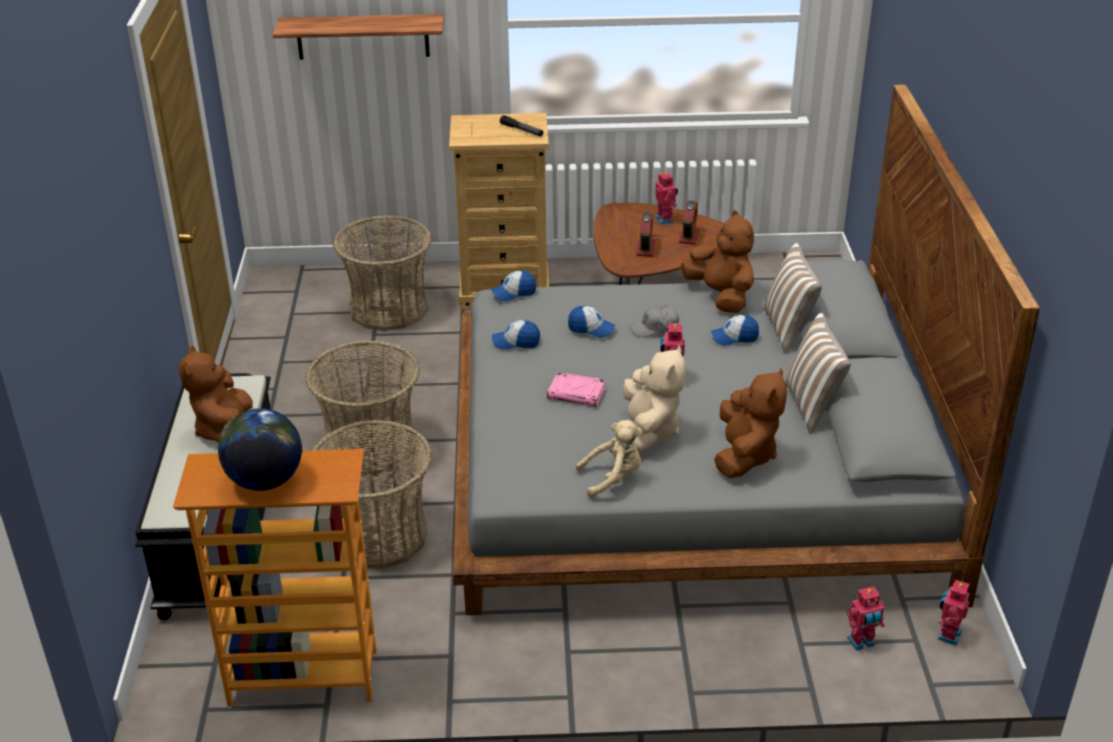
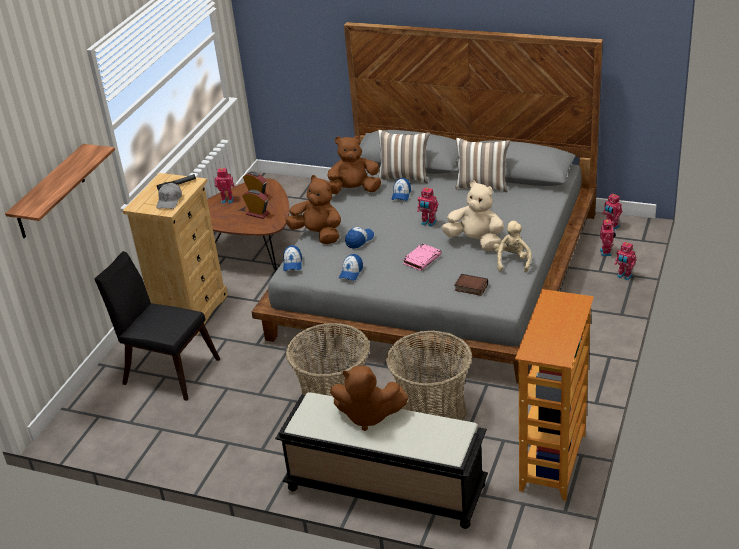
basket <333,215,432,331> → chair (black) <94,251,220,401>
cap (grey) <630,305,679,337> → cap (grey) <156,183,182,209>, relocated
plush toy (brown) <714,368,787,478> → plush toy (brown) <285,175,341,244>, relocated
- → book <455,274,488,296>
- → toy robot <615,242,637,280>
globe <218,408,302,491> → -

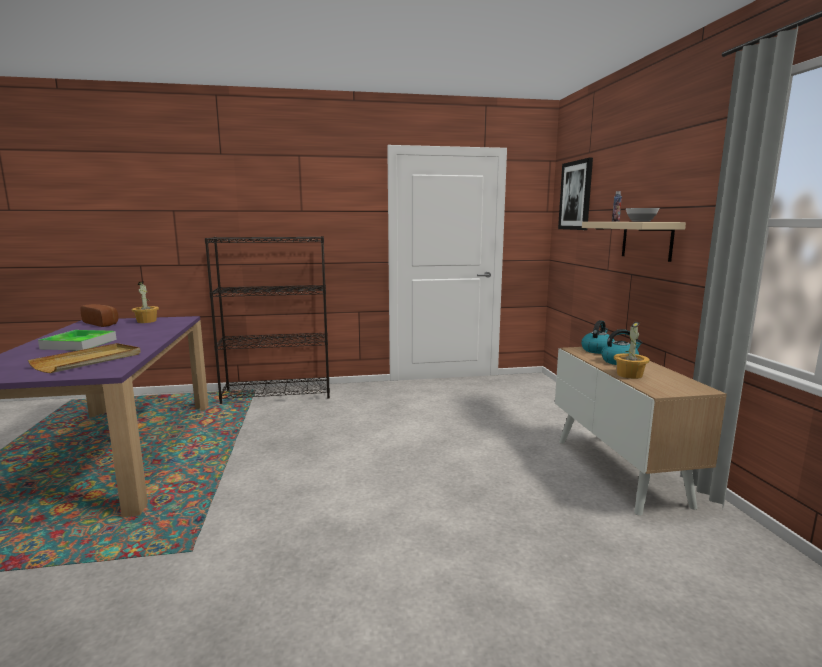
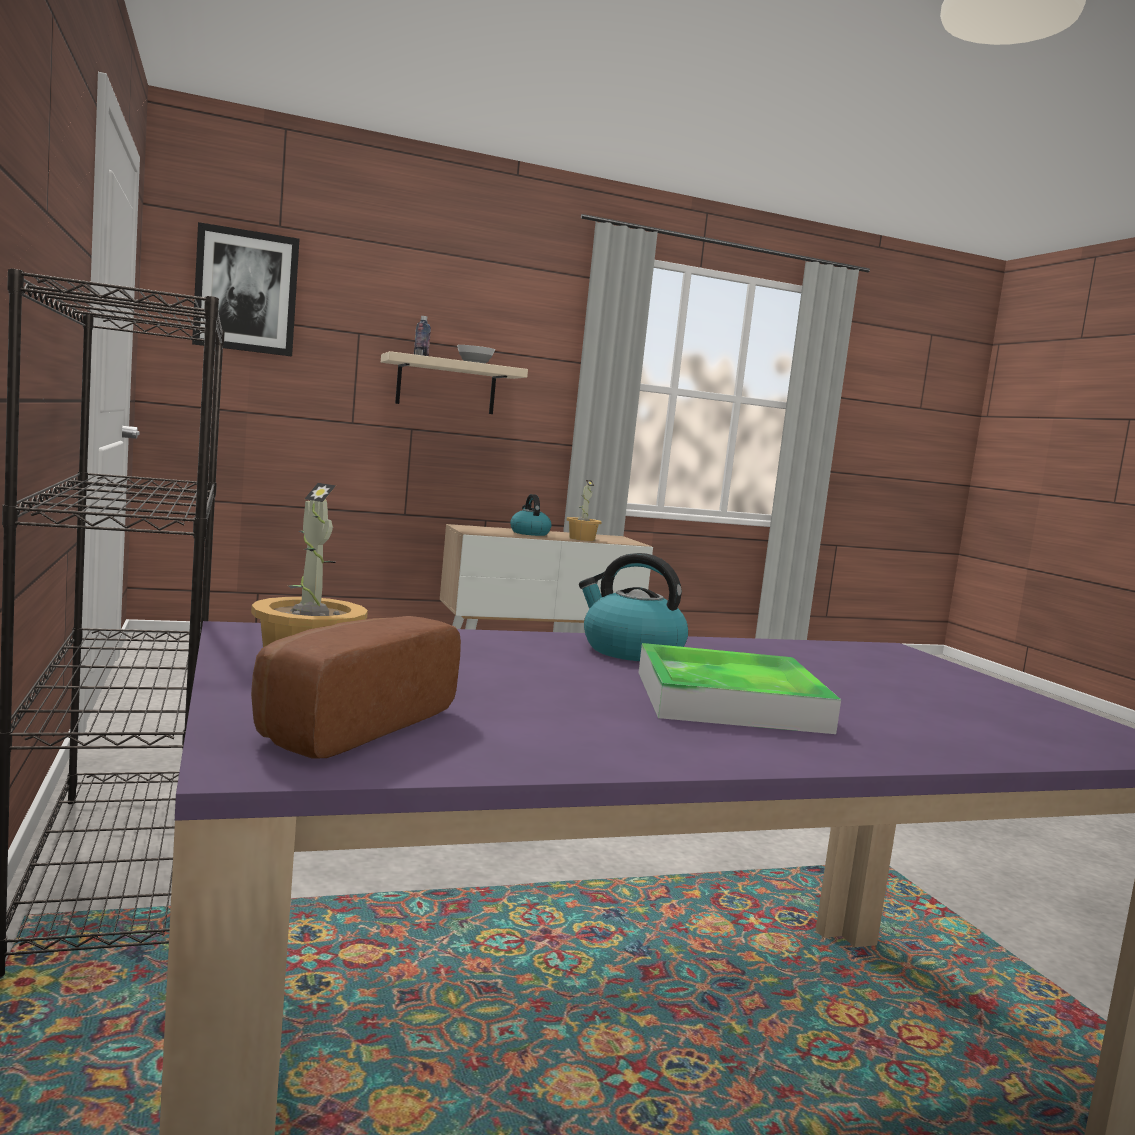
kettle <581,320,615,354> → kettle <579,553,688,661>, relocated
tray (beige) <28,343,141,373> → -

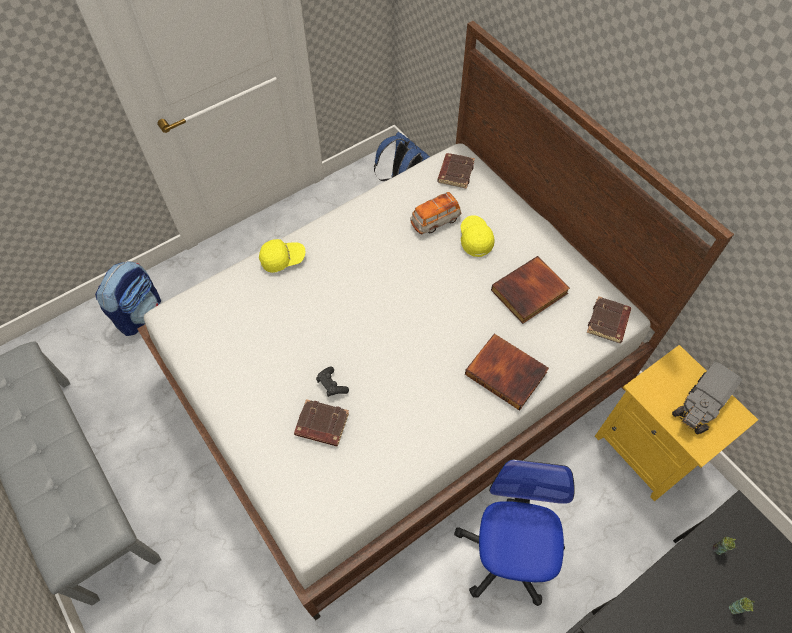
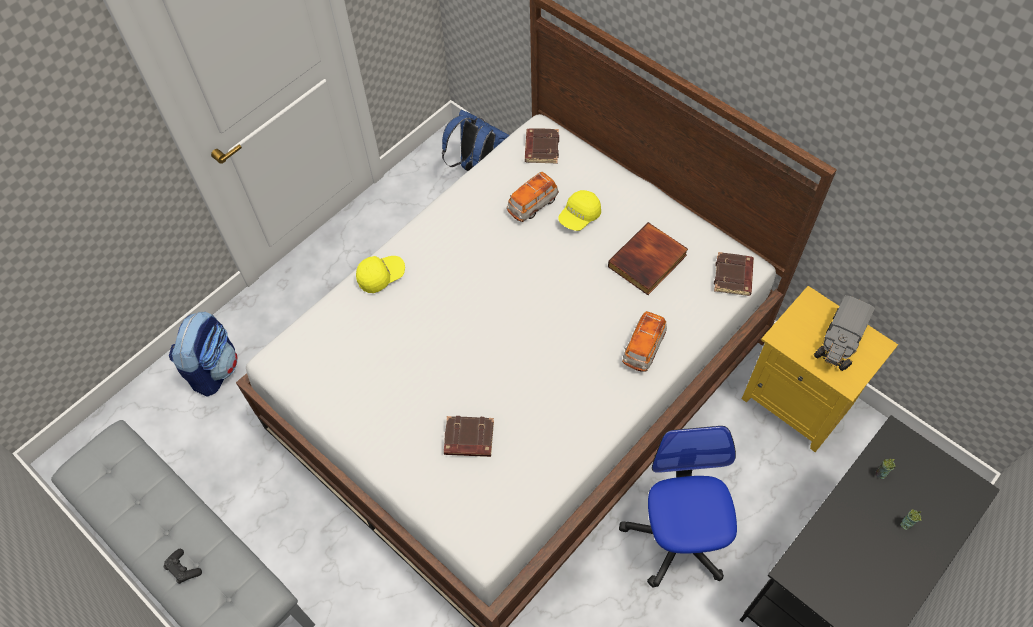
game controller (black) <316,366,349,397> → game controller (black) <163,549,202,584>, relocated
cap (yellow) <461,215,494,257> → cap (yellow) <558,190,601,231>, 120 degrees counterclockwise
book <465,334,549,411> → toy car <622,311,667,372>

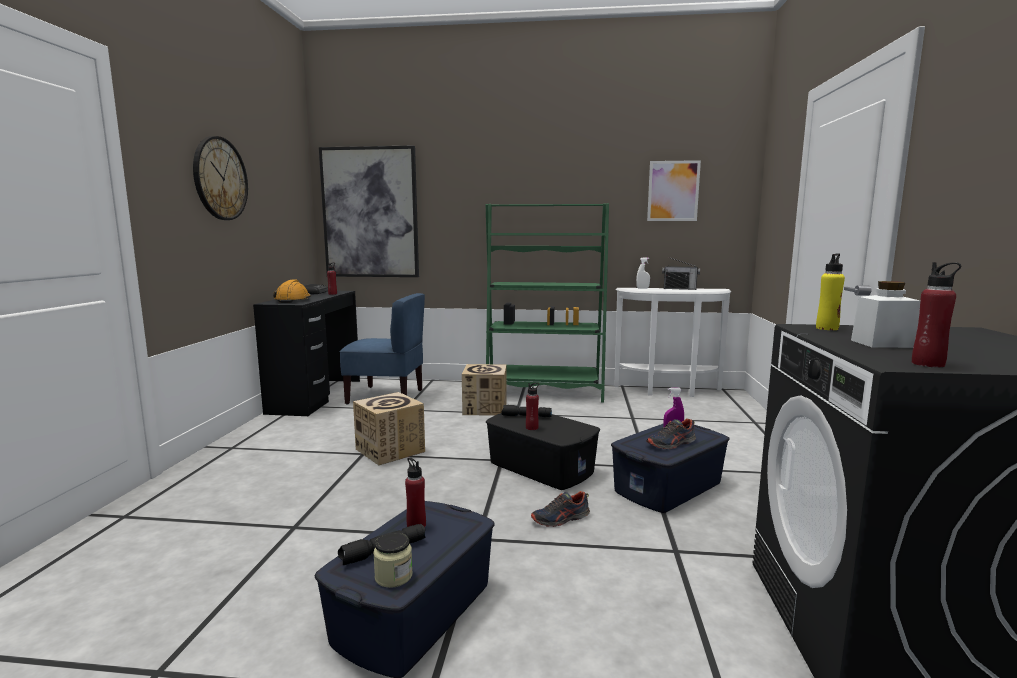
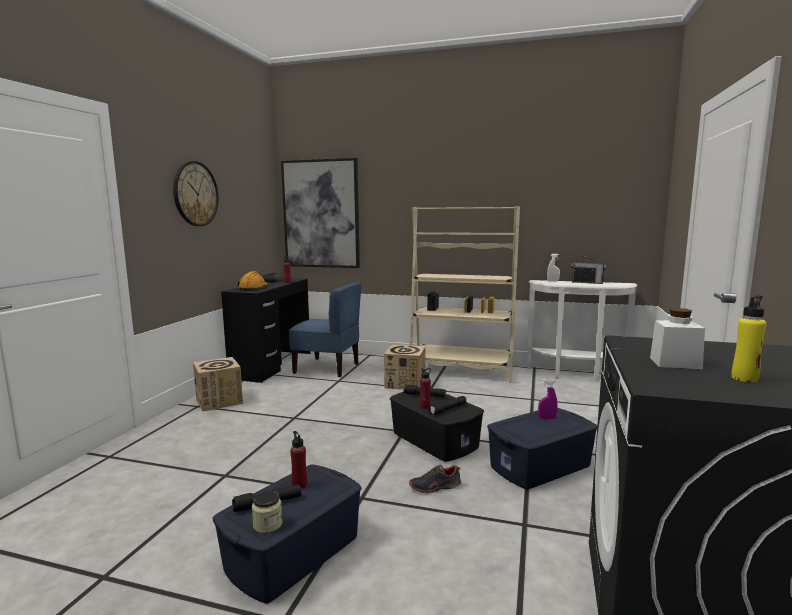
cardboard box <353,392,425,465> → cardboard box <193,357,243,411>, relocated
bookcase (green) <486,203,609,403> → bookcase (beige) <410,206,520,383>
- → flashlight (black) <428,396,466,415>
bottle (yellow) <816,253,845,330> → bottle (yellow) <732,295,766,382>, relocated
shoe <646,418,696,449> → -
picture <647,160,701,221> → -
bottle (red) <912,262,961,367> → -

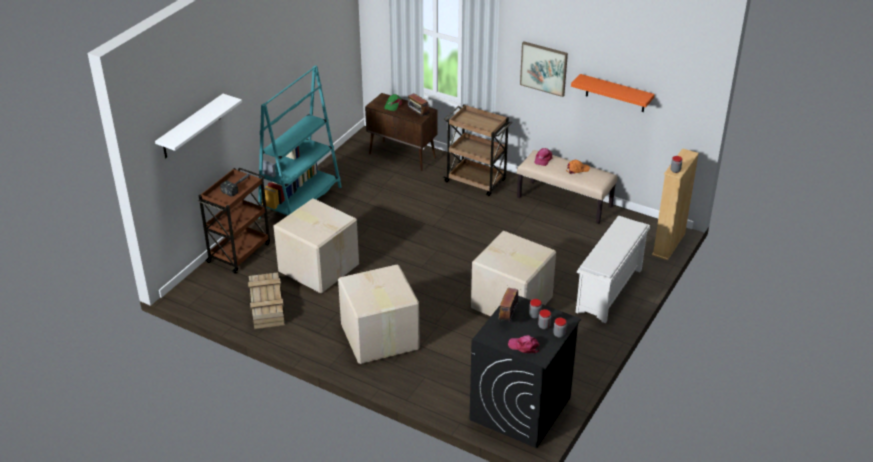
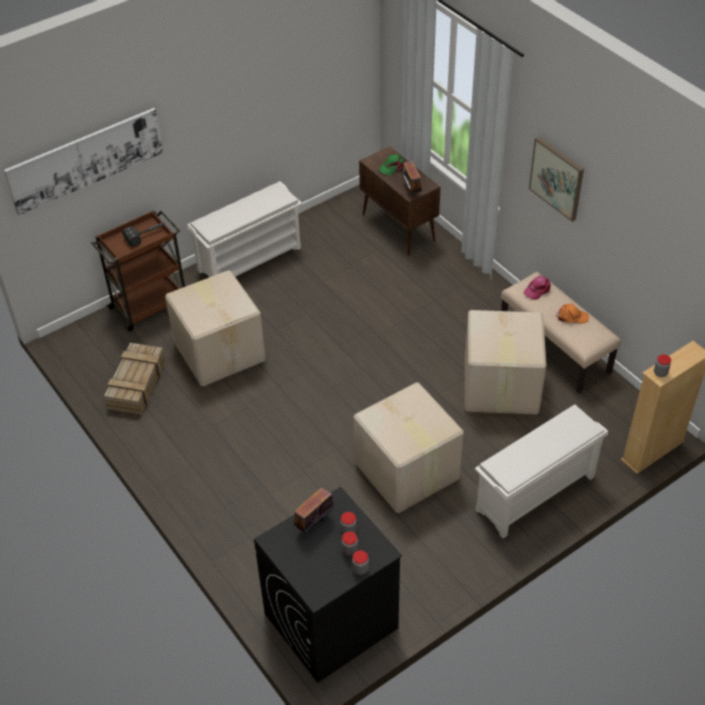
shelf (white) <155,94,242,158> → picture <4,108,163,216>
bookcase (turquoise) <258,65,342,219> → shoe rack (white) <187,181,302,277>
cardboard box <338,264,420,364> → cardboard box <464,310,546,414>, relocated
cart (brown) <443,104,512,196> → -
cap (pink) <508,335,540,353> → -
shelf (orange) <571,74,655,112> → -

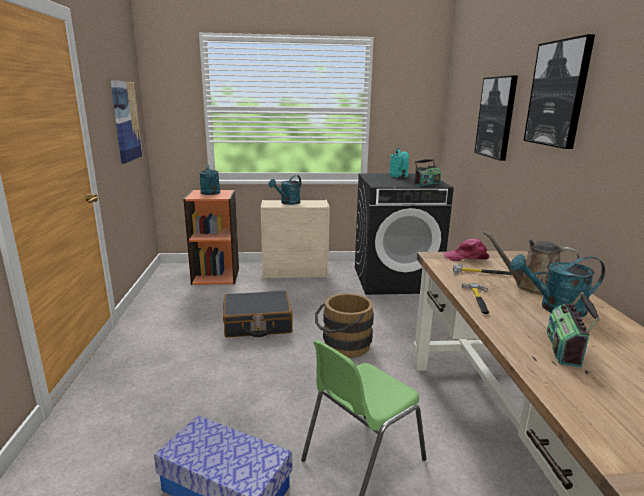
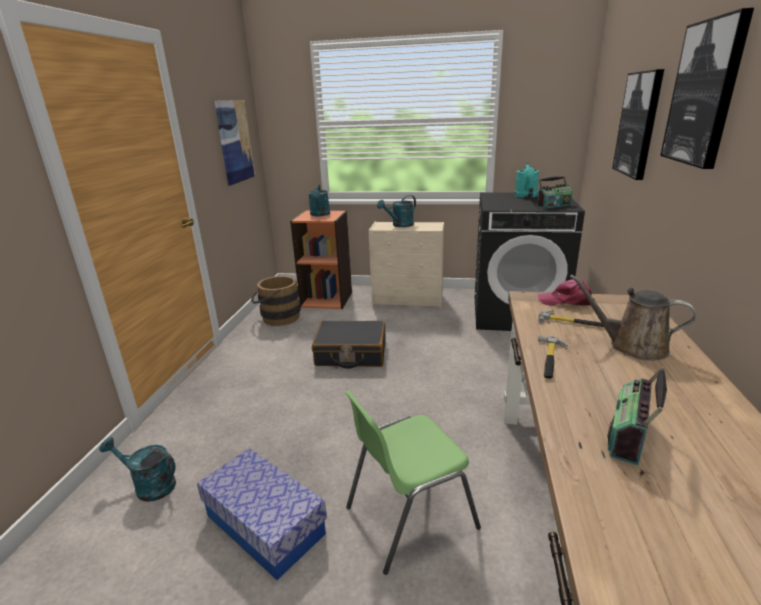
watering can (turquoise) <510,254,605,317> → watering can (turquoise) <99,437,176,502>, relocated
bucket (brown) <315,293,374,358> → bucket (brown) <251,276,301,326>, relocated

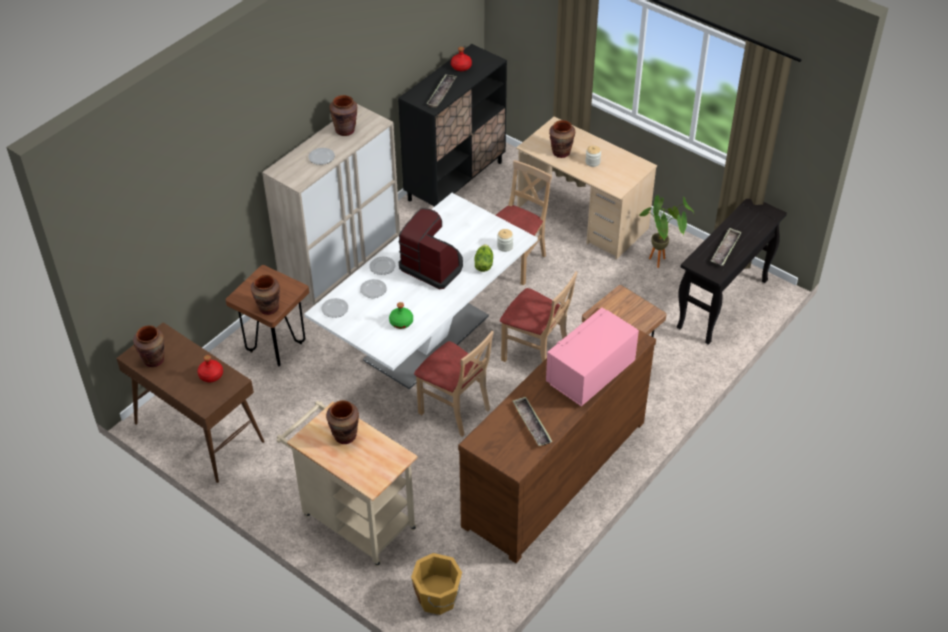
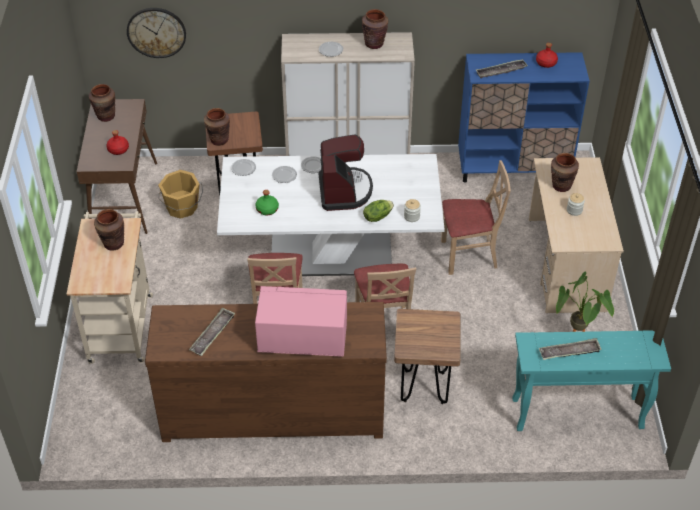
- → wall clock <127,8,186,58>
bucket (orange) <411,553,462,615> → bucket (orange) <158,170,203,219>, relocated
cabinet (black) <398,44,507,207> → cabinet (blue) <458,52,590,183>
console table (black) <677,199,787,345> → console table (turquoise) <512,330,671,431>

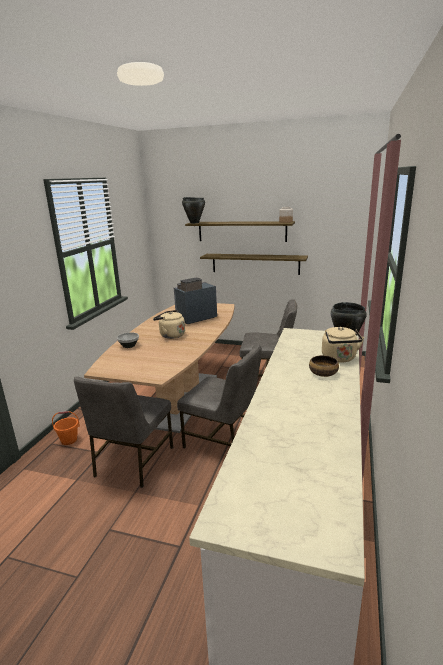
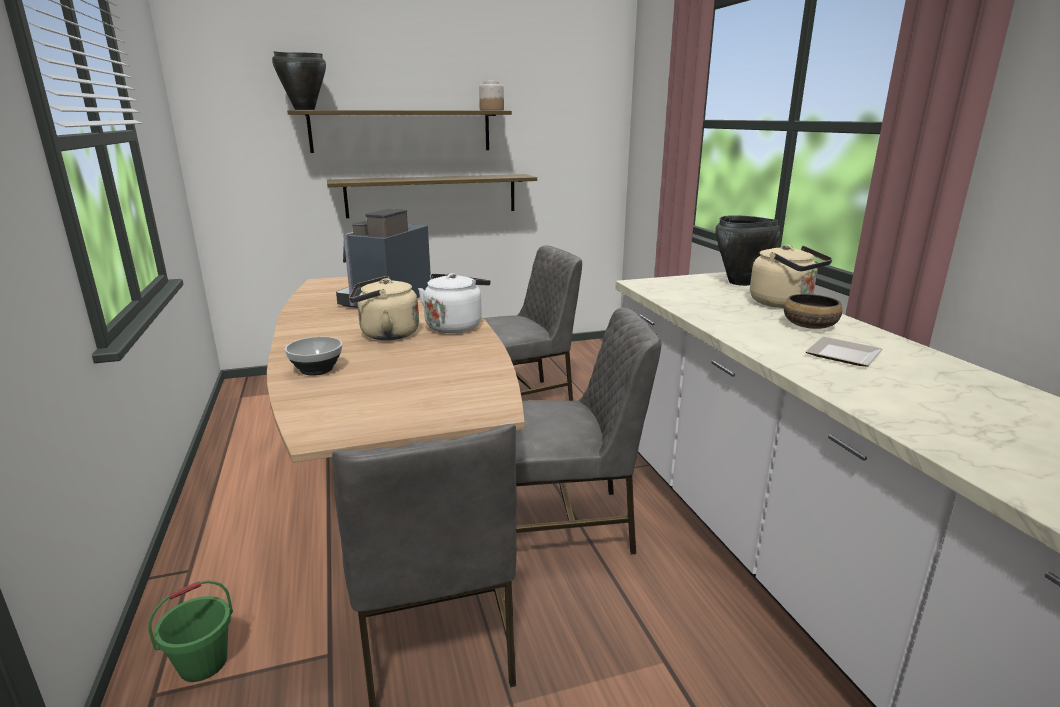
bucket (orange) <52,411,80,445> → bucket (green) <148,581,233,682>
- → kettle (white) <418,273,490,333>
- → plate <805,337,883,366>

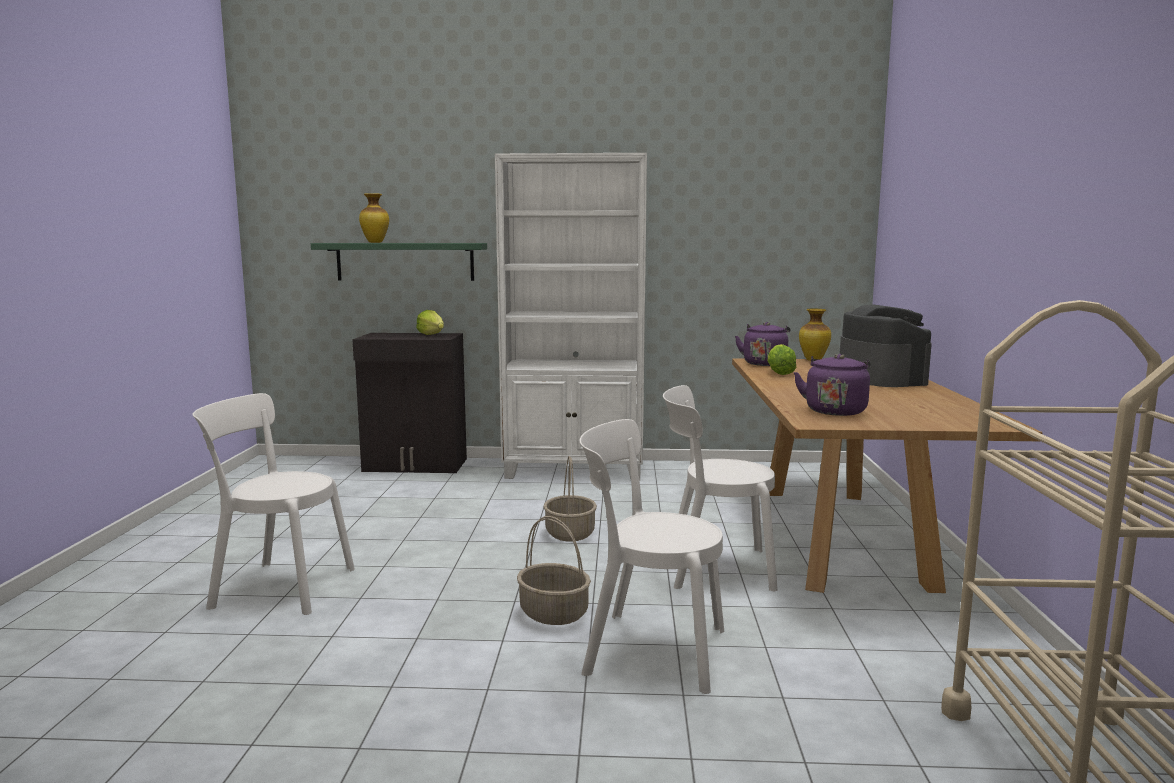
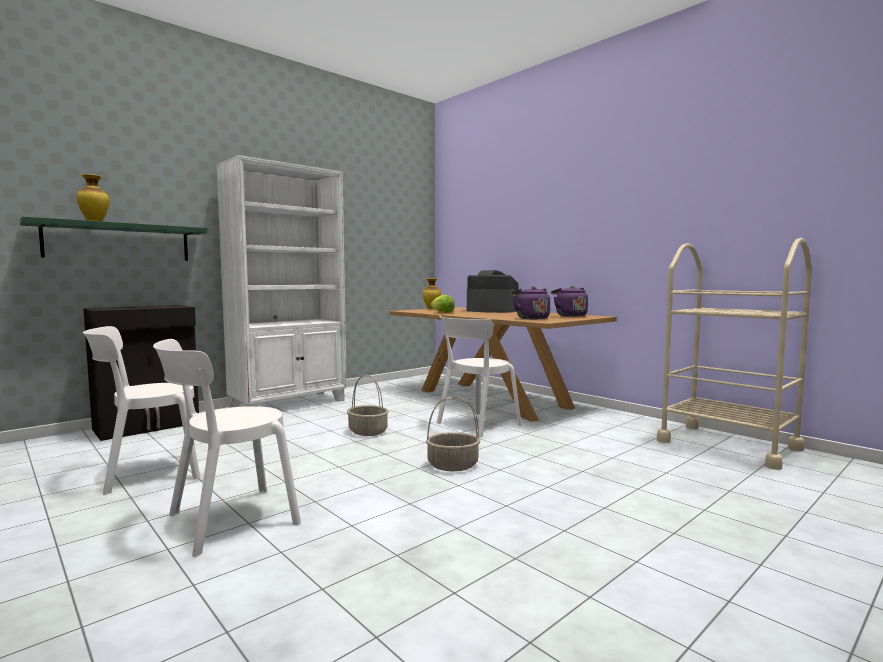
chair (white) <579,419,724,694> → chair (white) <83,326,200,495>, relocated
kettle (purple) <735,322,791,366> → kettle (purple) <551,286,588,317>, relocated
lettuce <416,310,444,335> → -

